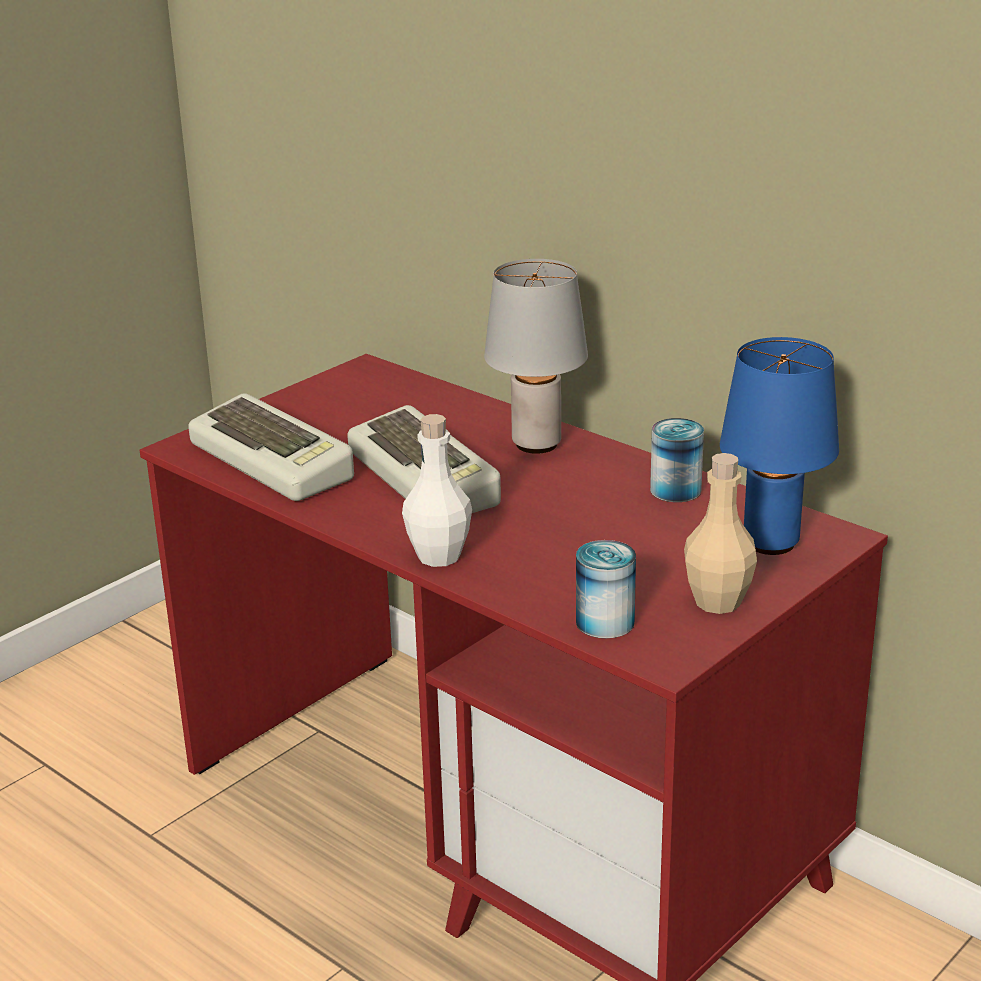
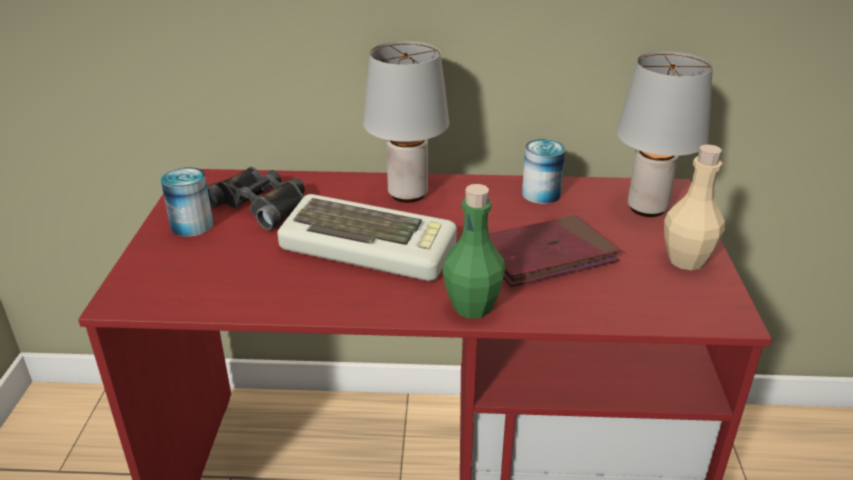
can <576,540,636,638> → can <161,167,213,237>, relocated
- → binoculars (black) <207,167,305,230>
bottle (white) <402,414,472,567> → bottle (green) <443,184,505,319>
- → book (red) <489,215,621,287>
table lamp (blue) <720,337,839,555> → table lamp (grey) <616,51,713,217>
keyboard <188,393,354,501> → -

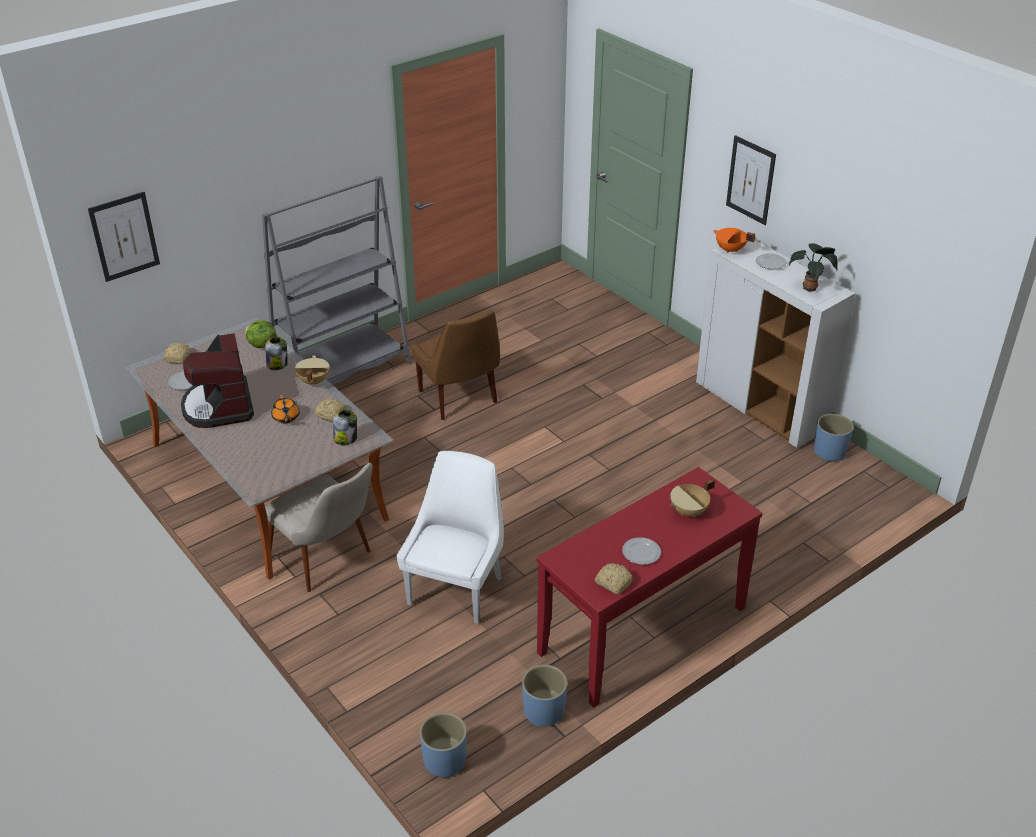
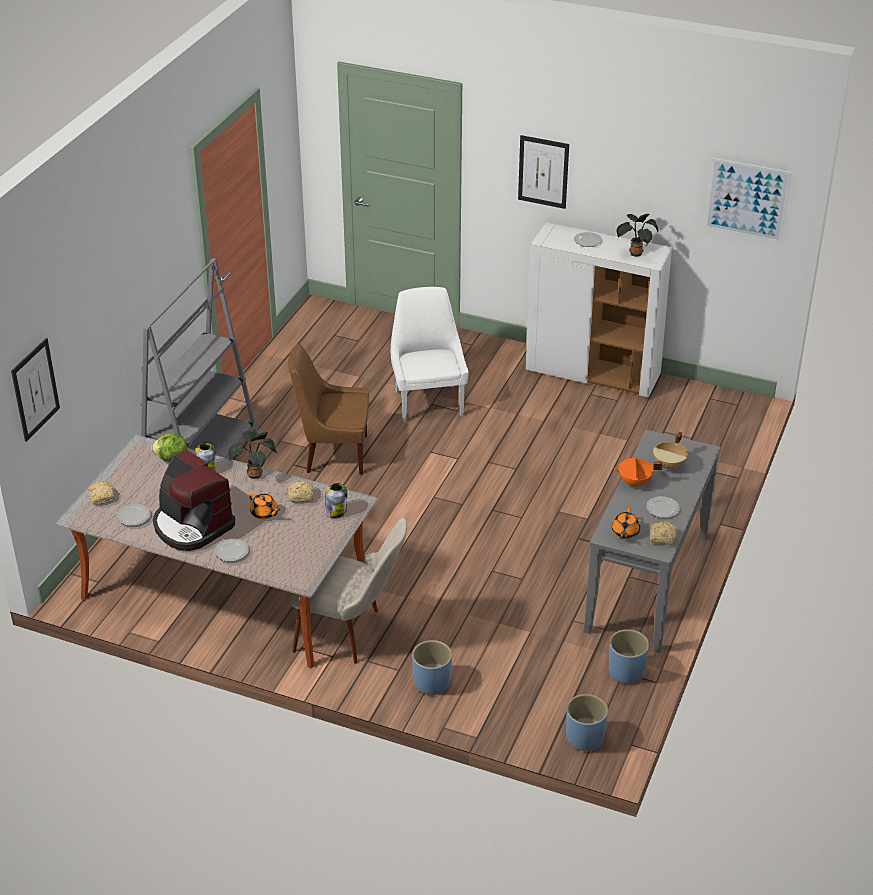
- → plate <215,539,249,562>
cooking pot (beige) <295,355,329,386> → potted plant <229,431,277,479>
chair (brown) <411,310,500,420> → chair (brown) <288,343,369,474>, 150 degrees clockwise
chair (white) <397,451,504,624> → chair (white) <391,287,469,422>, relocated
planter (blue) <814,414,853,461> → planter (blue) <412,640,452,696>, relocated
console table (red) <537,467,763,707> → console table (grey) <584,430,721,653>
- → teapot (orange) <612,508,640,539>
cooking pot (orange) <713,228,755,253> → cooking pot (orange) <614,458,663,488>, relocated
- → picture <704,158,792,243>

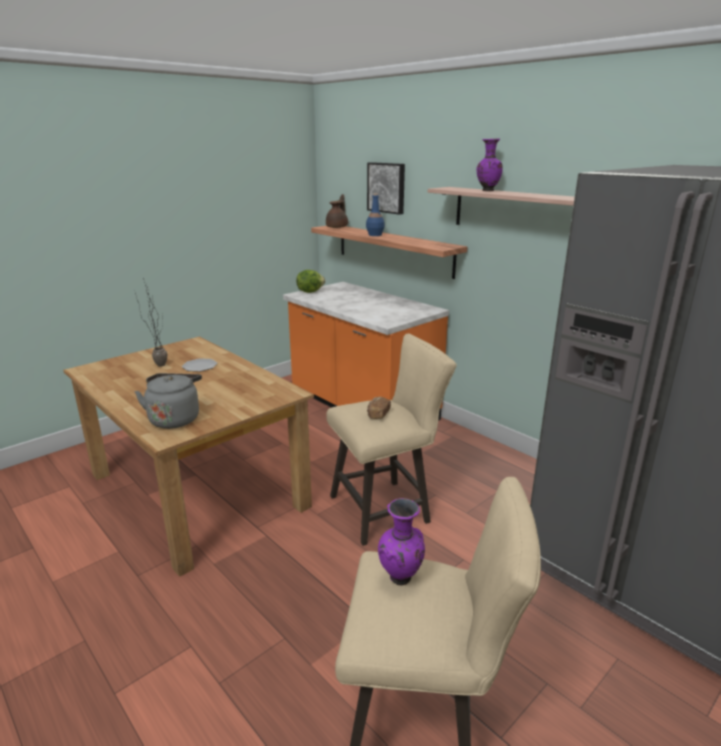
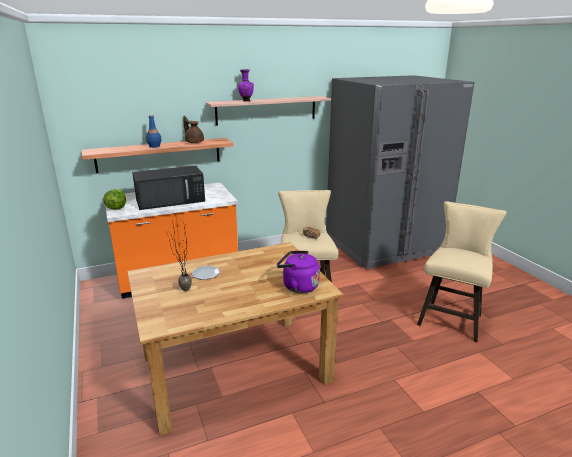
- → microwave (black) <132,165,205,210>
teapot (brown) <326,194,348,228> → teapot (brown) <183,116,204,143>, relocated
kettle (grey) <135,373,202,429> → kettle (purple) <277,251,320,293>
picture <367,162,405,215> → -
vase (purple) <378,498,425,586> → -

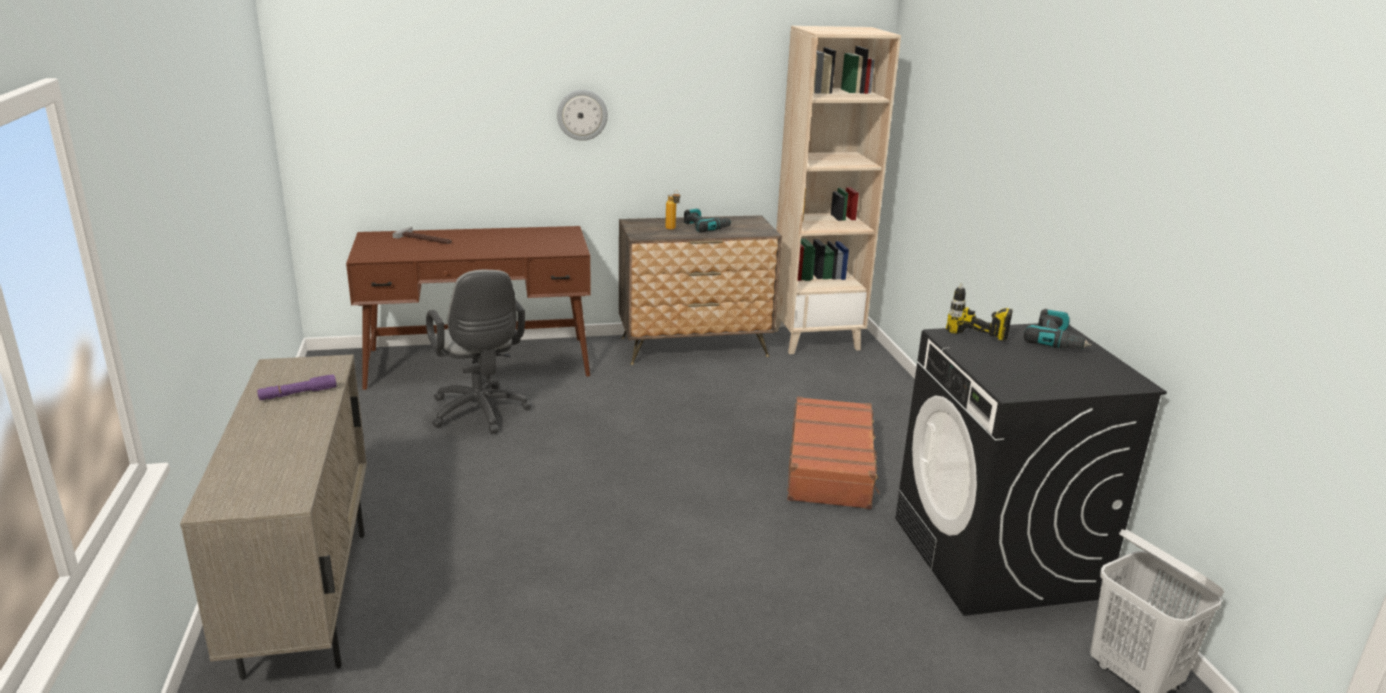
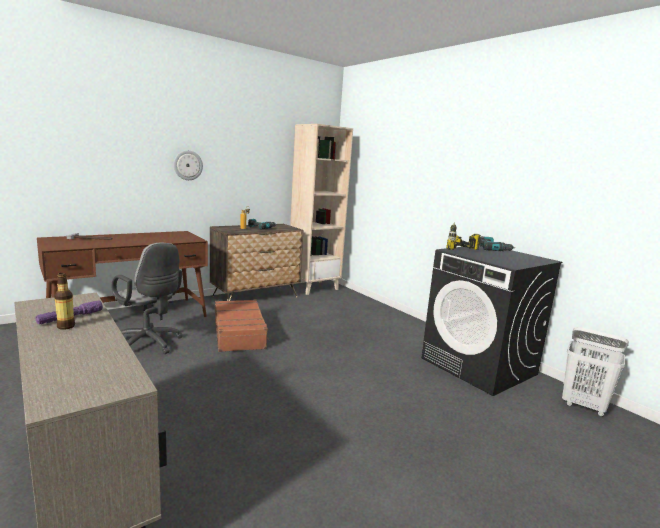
- → bottle <54,273,75,330>
suitcase (brown) <787,397,880,509> → suitcase (brown) <215,300,270,352>, relocated

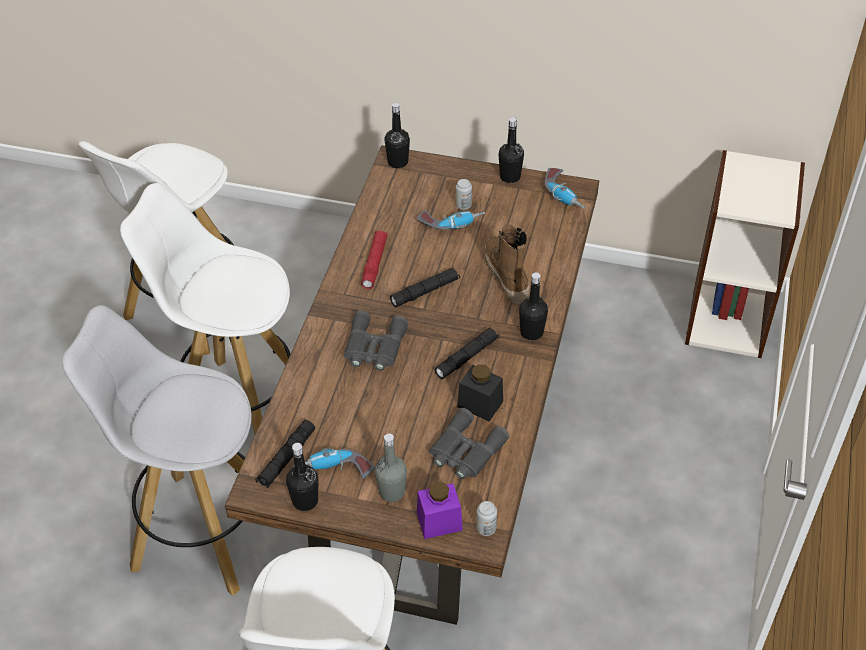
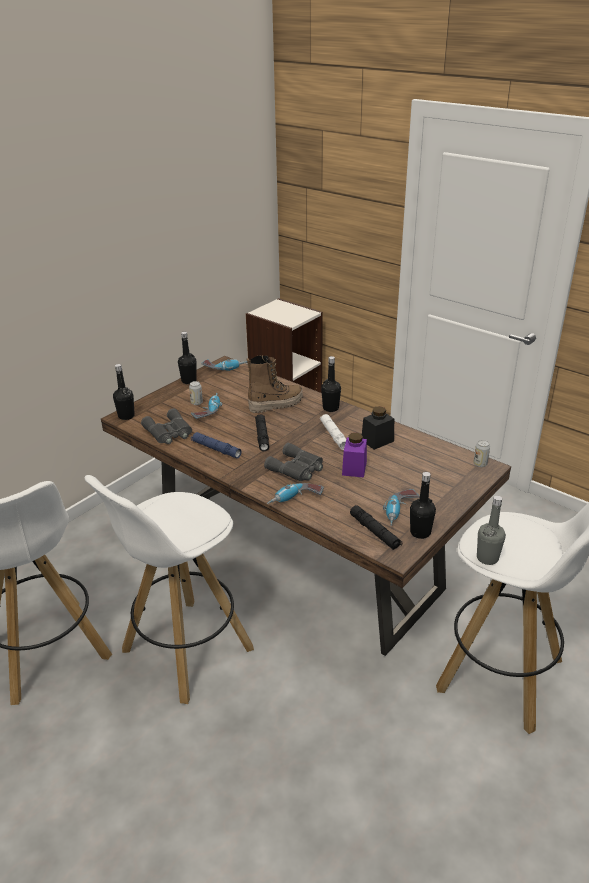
binoculars (grey) <429,408,509,479> → binoculars (grey) <141,408,192,444>, relocated
flashlight (red) <361,231,388,289> → flashlight (blue) <191,432,242,458>
boot <485,224,530,304> → boot <246,355,303,413>, 150 degrees clockwise
- → power drill <267,483,324,504>
flashlight (black) <434,327,500,379> → flashlight (white) <320,414,346,450>
jar (purple) <417,482,463,539> → jar (purple) <342,432,367,478>, relocated
bottle (grey) <375,434,407,502> → bottle (grey) <477,496,506,565>, relocated
stool (white) <62,305,252,596> → -

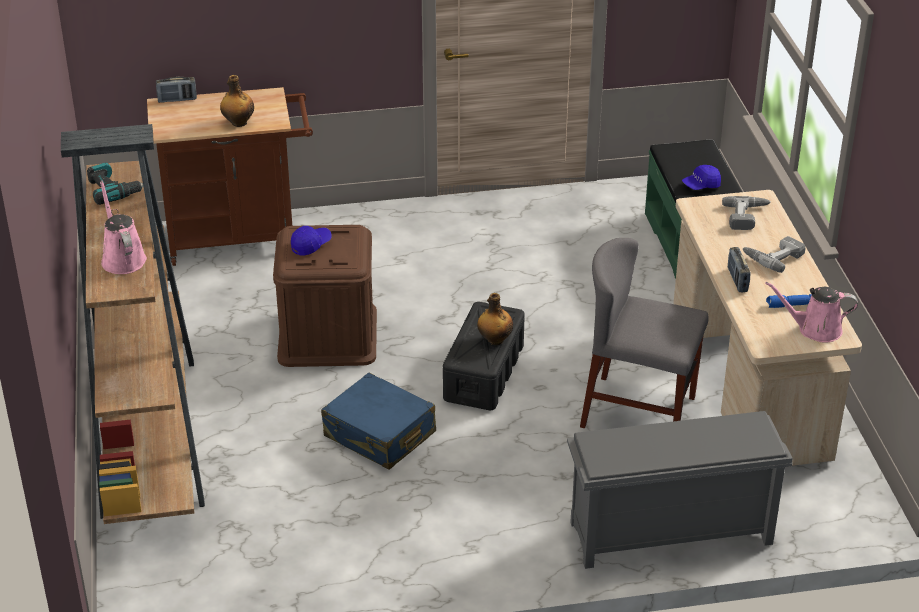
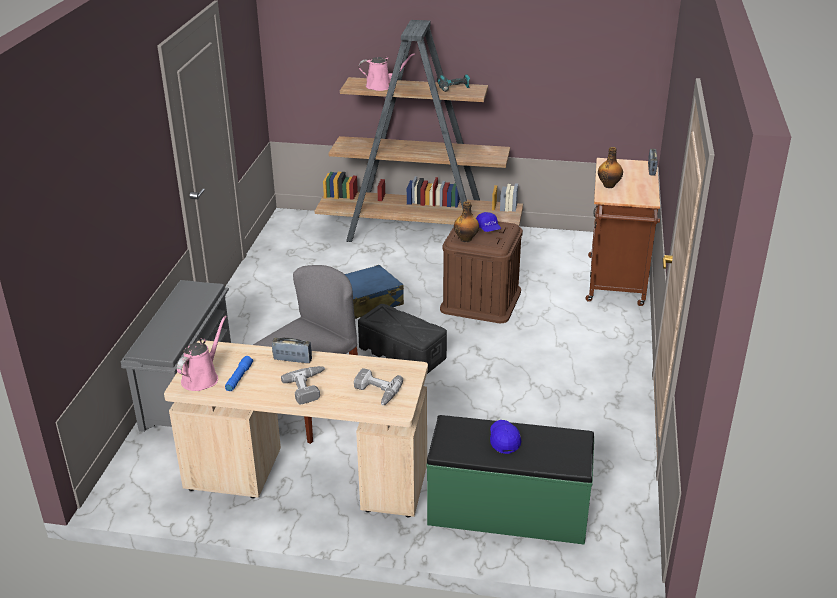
bottle <477,293,513,345> → bottle <454,201,479,242>, relocated

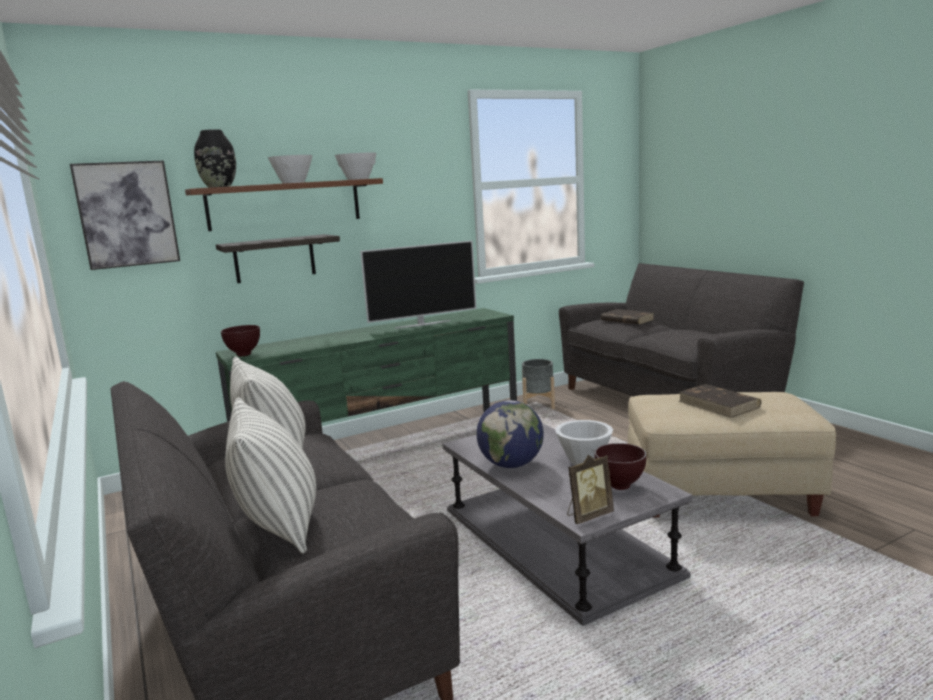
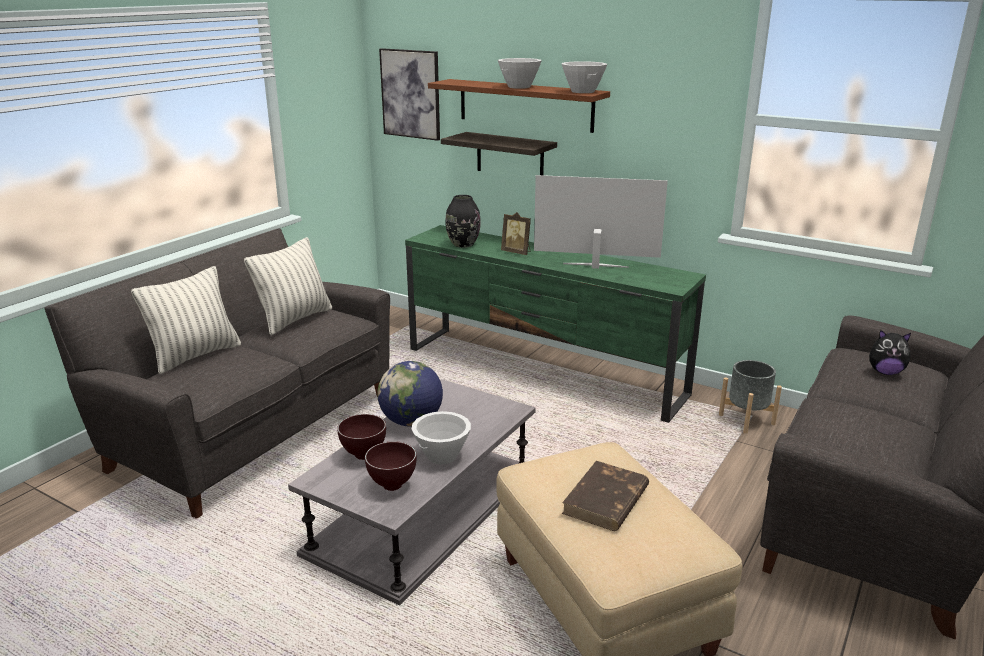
bowl (brown) <221,325,260,356> → bowl (brown) <337,414,386,460>, relocated
vase (black) <194,129,236,188> → vase (black) <445,195,481,248>, relocated
picture frame <567,455,614,524> → picture frame <501,212,531,255>, relocated
television <360,240,476,328> → television <534,175,668,269>, 150 degrees clockwise
book (brown) <601,309,654,325> → plush toy <869,330,911,375>

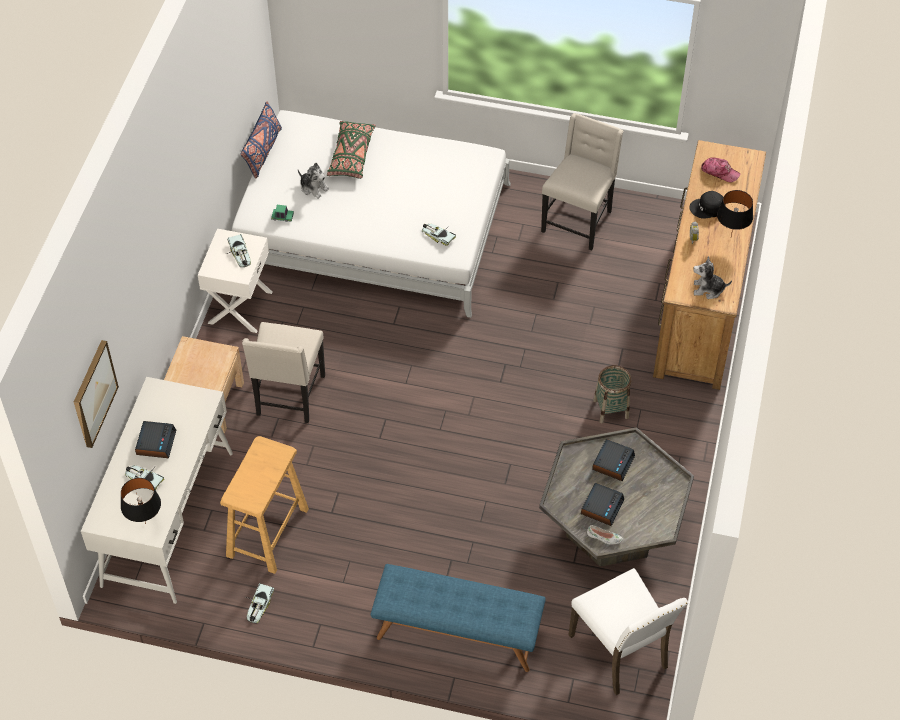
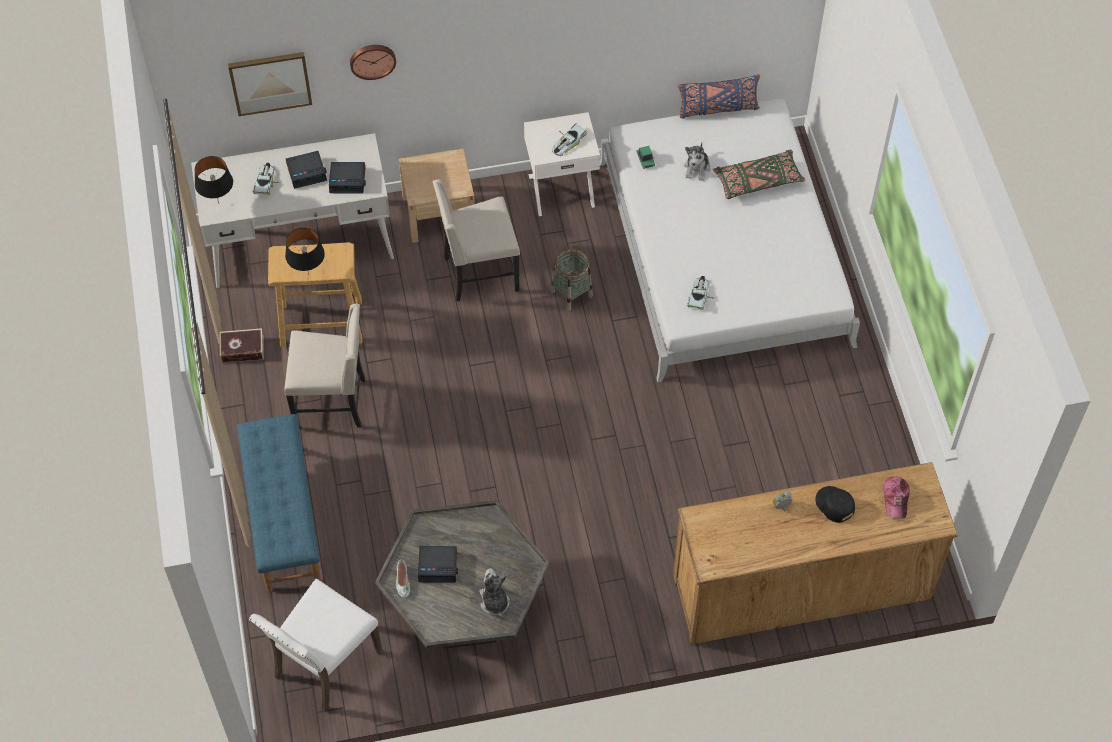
toy car <246,583,274,623> → book <220,328,264,363>
chair (beige) <541,113,623,251> → chair (beige) <284,304,365,427>, relocated
table lamp (black) <717,190,753,236> → table lamp (black) <285,228,325,275>, relocated
alarm clock <592,439,635,481> → alarm clock <329,162,366,194>, relocated
- → wall clock <350,45,396,80>
plush toy <693,256,732,299> → plush toy <480,568,510,617>, relocated
basket <593,365,631,423> → basket <550,249,593,311>, relocated

